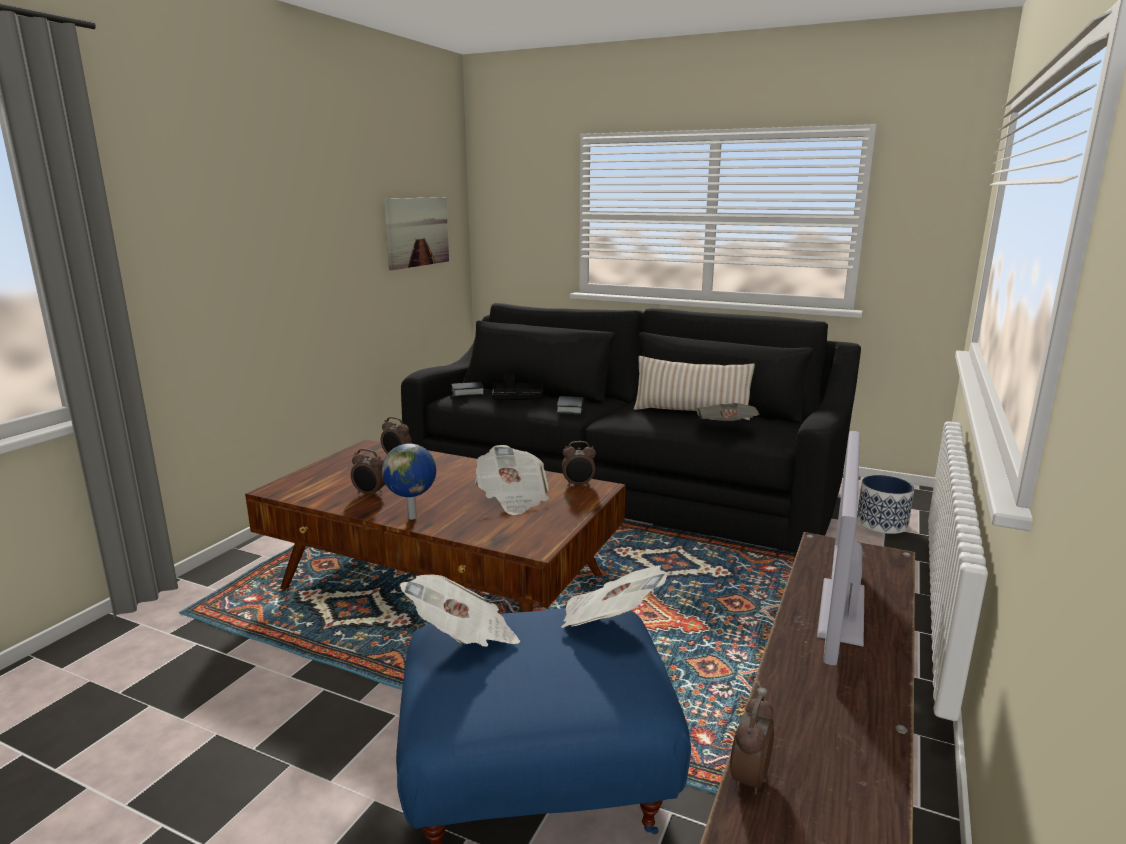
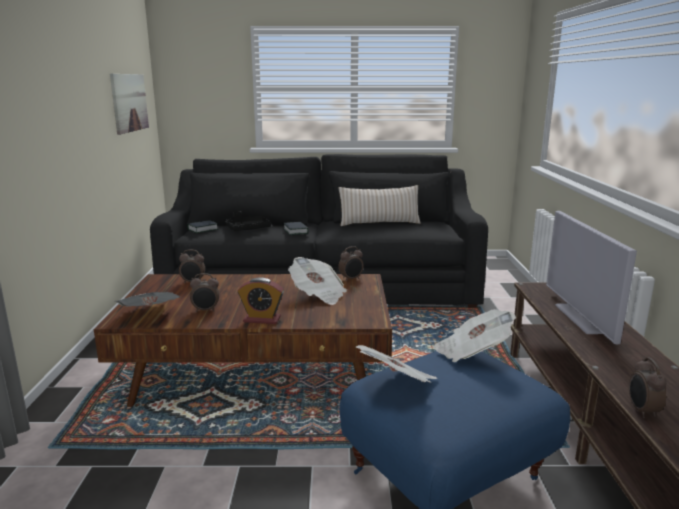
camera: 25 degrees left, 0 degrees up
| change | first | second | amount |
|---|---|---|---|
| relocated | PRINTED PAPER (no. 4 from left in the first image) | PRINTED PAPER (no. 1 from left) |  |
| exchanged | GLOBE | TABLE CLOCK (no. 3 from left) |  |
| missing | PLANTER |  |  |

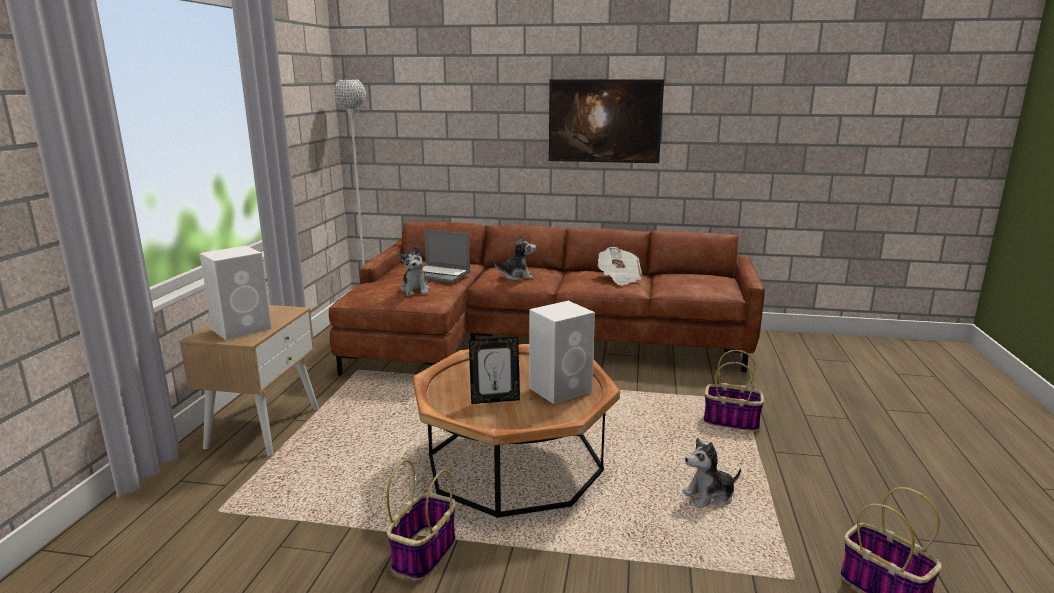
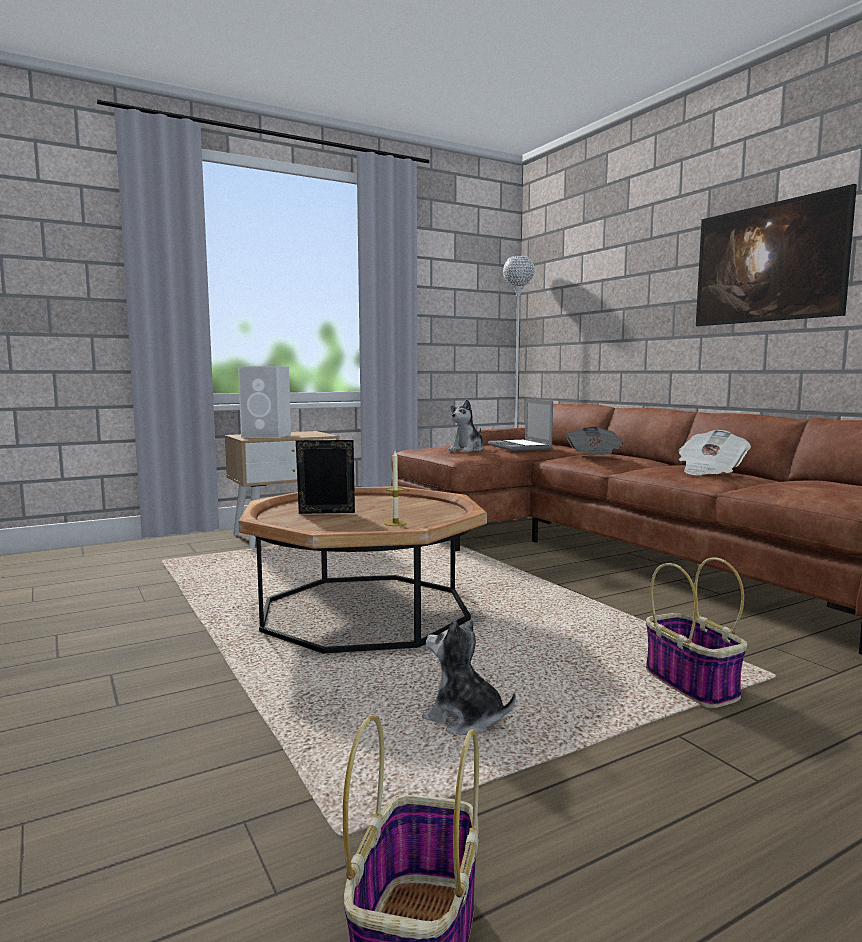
camera: 50 degrees right, 10 degrees down
| change | first | second | amount |
|---|---|---|---|
| spun | STANDING FRAME |  | 135 degrees clockwise |
| exchanged | WHITE LOUDSPEAKER (no. 2 from left) | WAX CANDLE |  |
| exchanged | CUDDLY TOY (no. 2 from left) | PRINTED PAPER (no. 1 from left) |  |
| missing | HOUSEHOLD BASKET (no. 1 from left) |  |  |

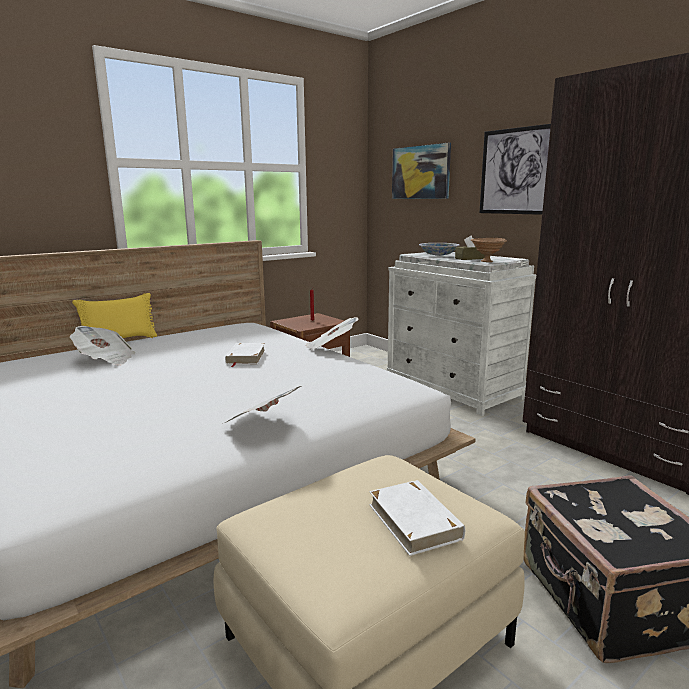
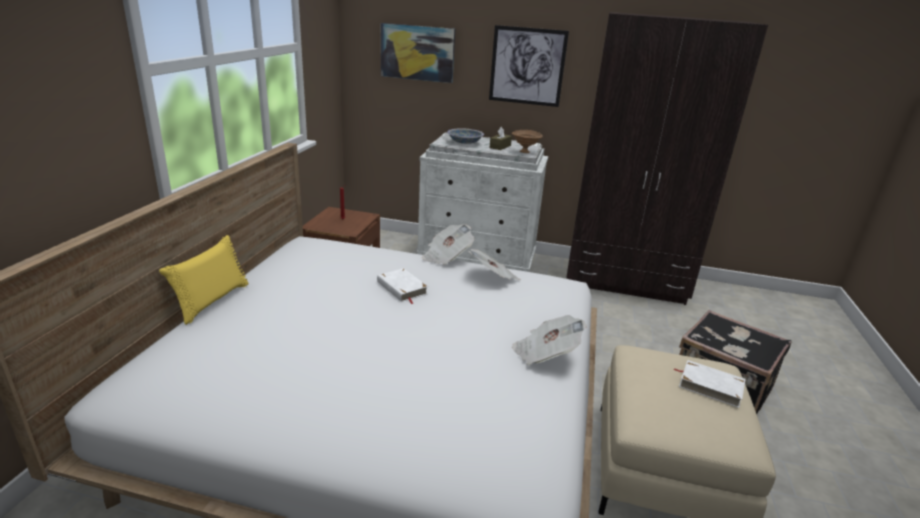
camera: 40 degrees left, 10 degrees up
| change | first | second | amount |
|---|---|---|---|
| relocated | PRINTED PAPER (no. 1 from left in the first image) | PRINTED PAPER (no. 2 from left) |  |

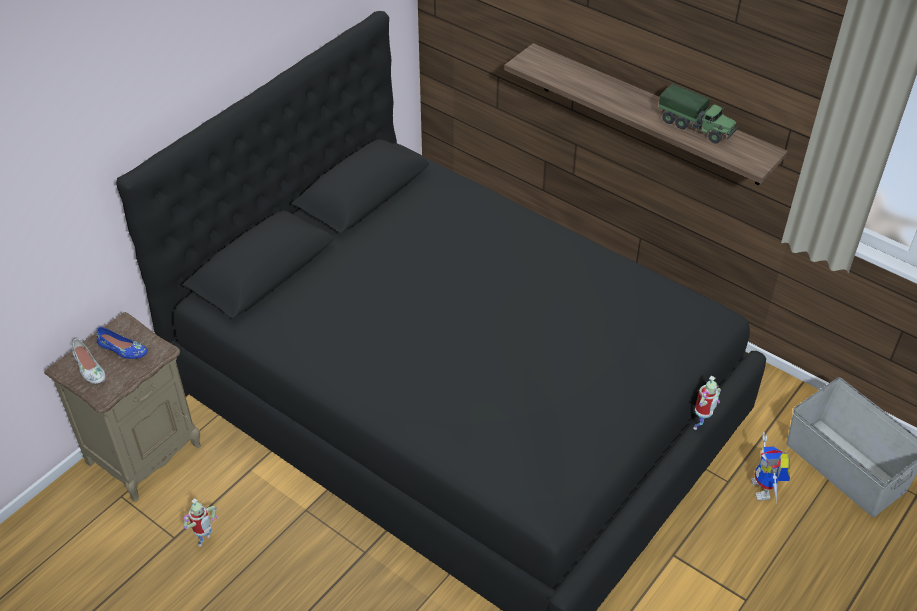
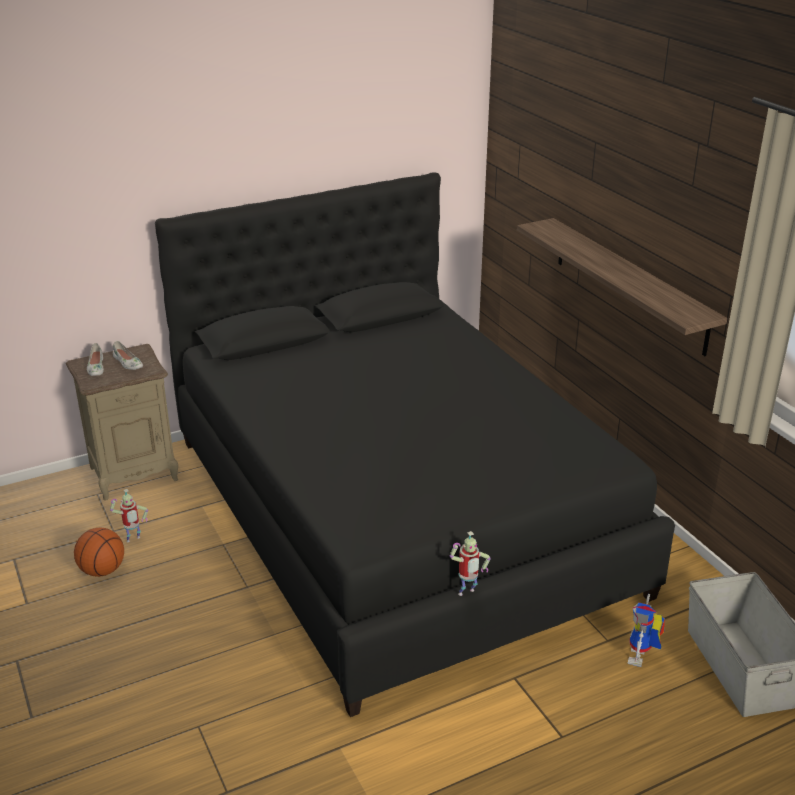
camera: 25 degrees right, 15 degrees down
| change | first | second | amount |
|---|---|---|---|
| appeared |  | BASKETBALL BALL |  |
| colour | BLUE ITEM OF FOOTWEAR | WHITE ITEM OF FOOTWEAR (no. 2 from left) |  |
| relocated | TOY ROBOT (no. 2 from left) |  |  |
| missing | MODEL TRUCK |  |  |

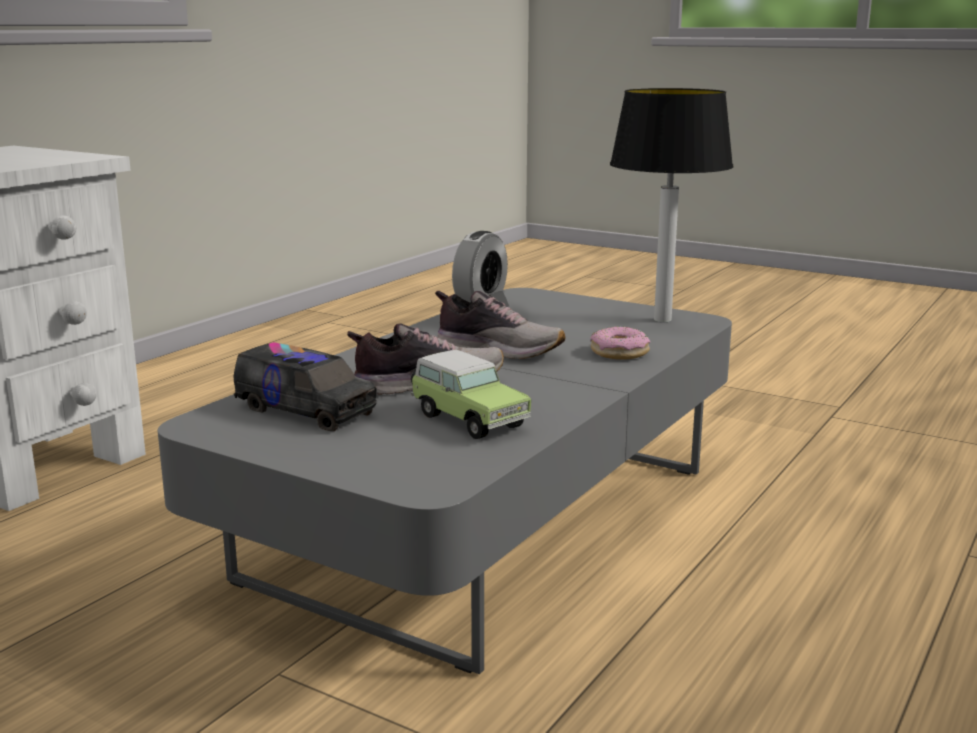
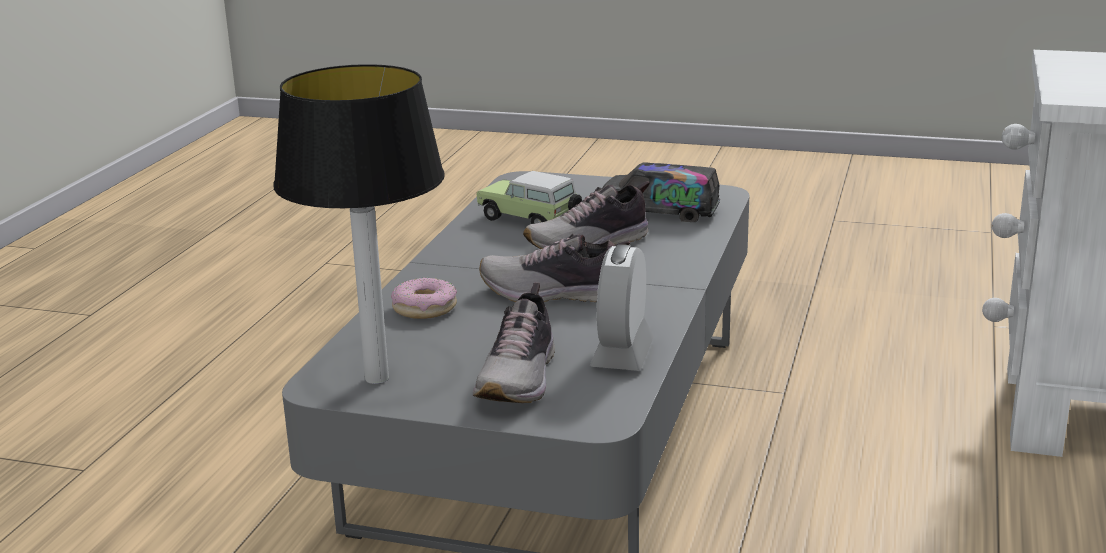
camera: 165 degrees right, 5 degrees up
| change | first | second | amount |
|---|---|---|---|
| appeared |  | ITEM OF FOOTWEAR (no. 1 from left) |  |

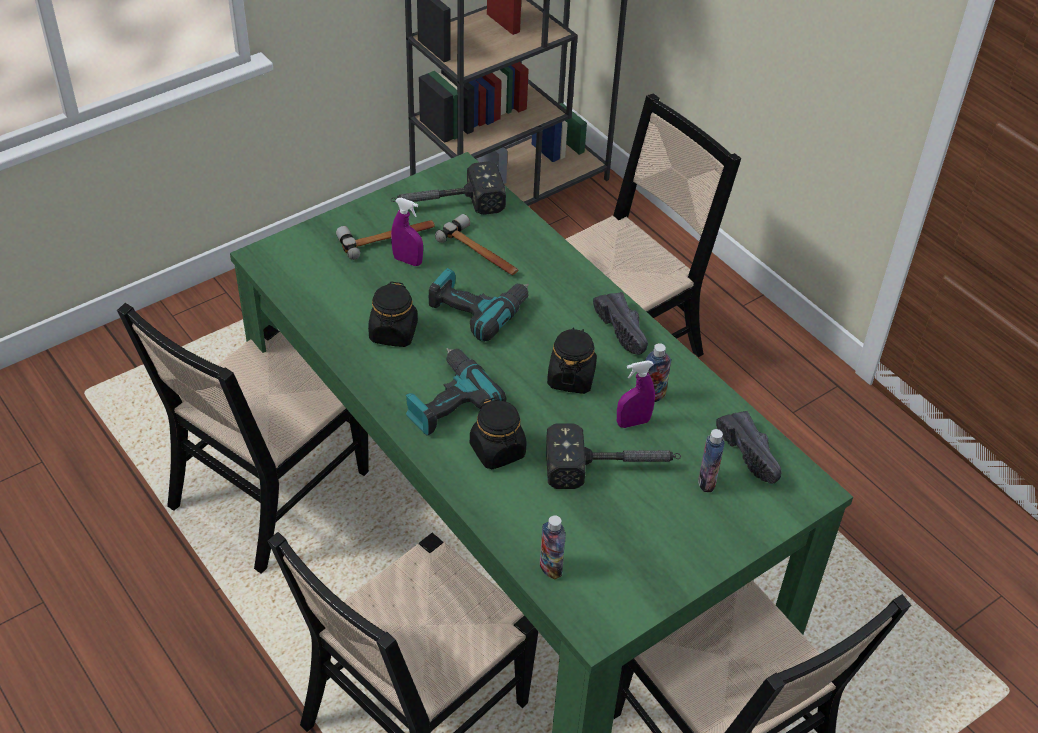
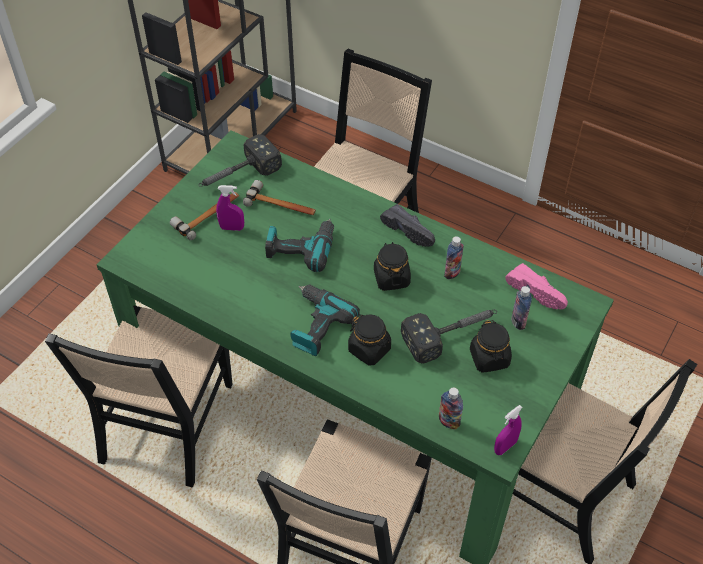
camera: 20 degrees left, 5 degrees up
| change | first | second | amount |
|---|---|---|---|
| relocated | BLACK-COLOURED JAR (no. 1 from left in the first image) | BLACK-COLOURED JAR (no. 3 from left) |  |
| relocated | PURPLISH SPRAYER (no. 2 from left) |  |  |
| colour | BLACK-COLOURED ITEM OF FOOTWEAR (no. 2 from left) | PINK-COLOURED ITEM OF FOOTWEAR |  |

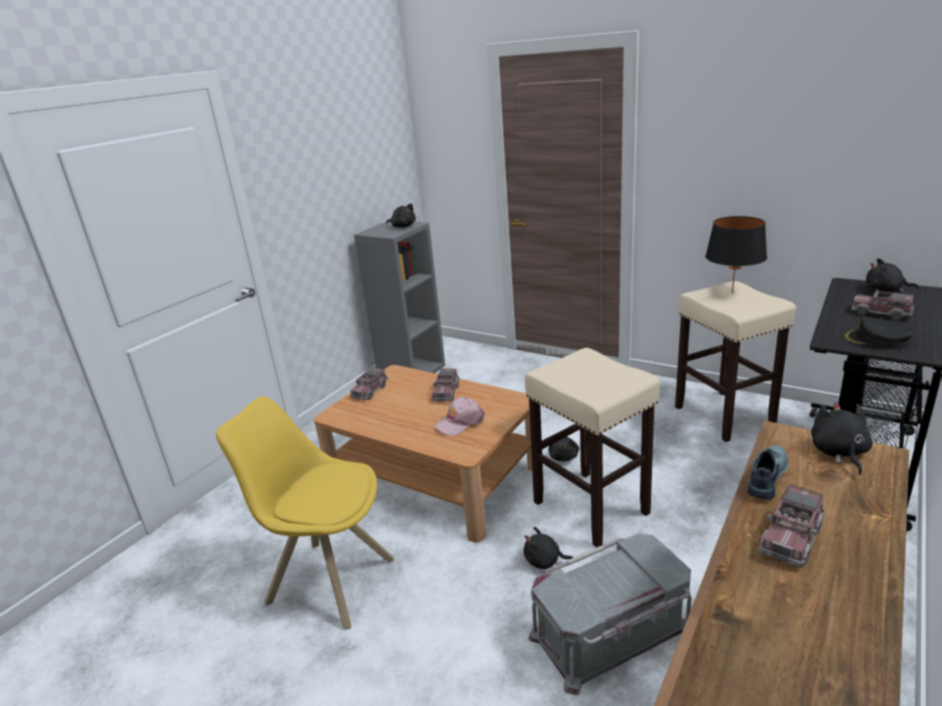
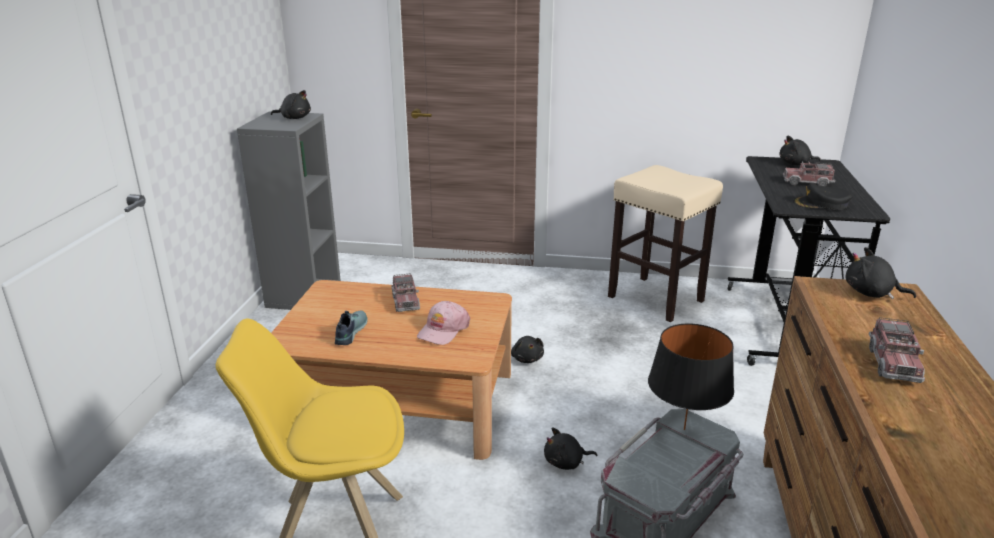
camera: 25 degrees left, 0 degrees up
| change | first | second | amount |
|---|---|---|---|
| relocated | ITEM OF FOOTWEAR |  |  |
| relocated | BLACK-COLOURED LAMP FOR A TABLE |  |  |
| spun | BLACK-COLOURED CUDDLY TOY (no. 4 from left in the first image) | BLACK-COLOURED CUDDLY TOY (no. 5 from left) | 45 degrees counterclockwise |
| missing | MODEL TRUCK (no. 1 from left) |  |  |
| missing | SAND-COLOURED STOOL SEAT (no. 1 from left) |  |  |

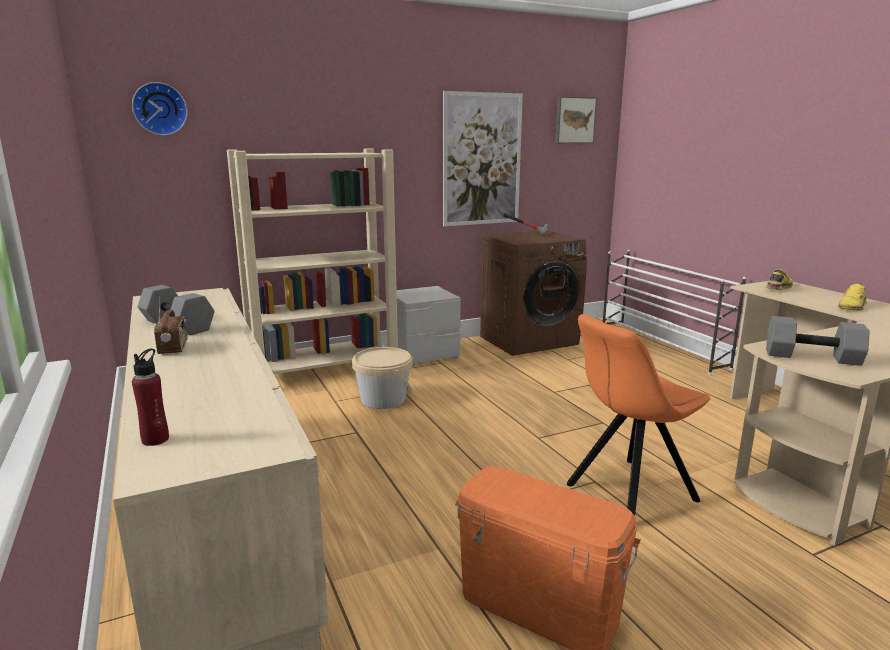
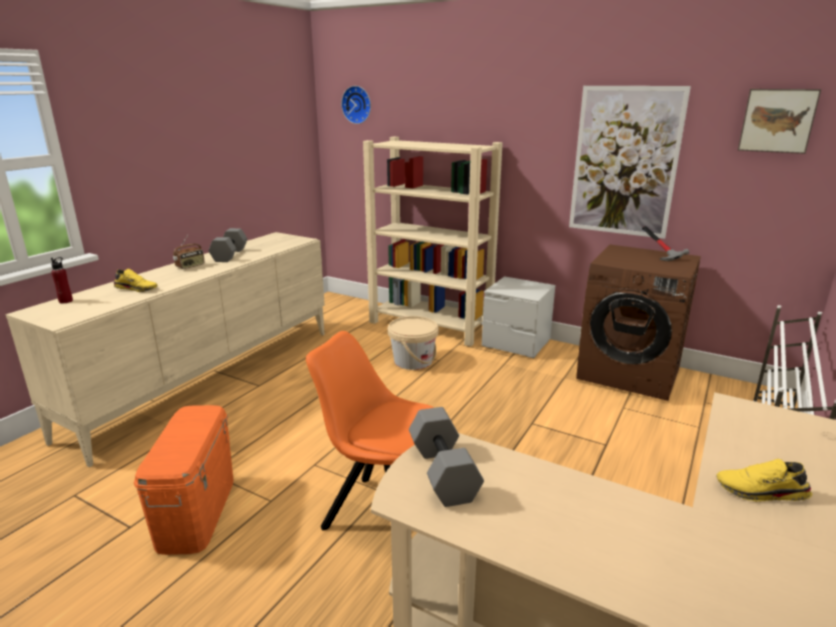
camera: 55 degrees right, 5 degrees up
| change | first | second | amount |
|---|---|---|---|
| relocated | YELLOWISH ITEM OF FOOTWEAR (no. 1 from left) |  |  |

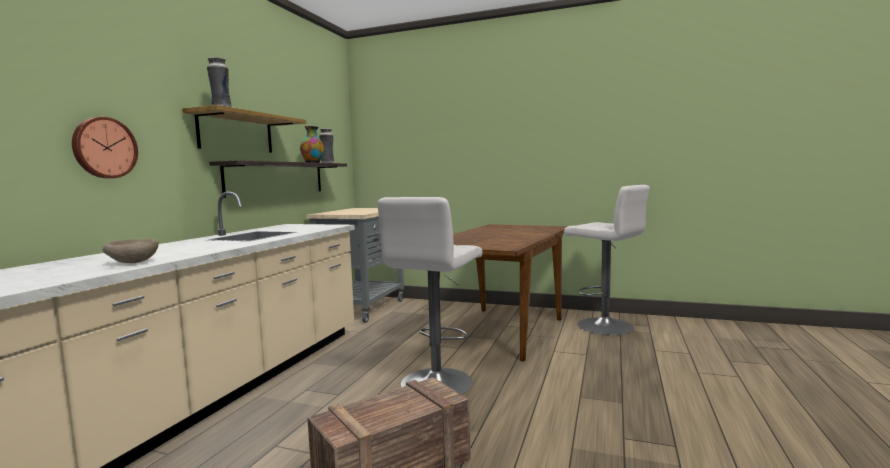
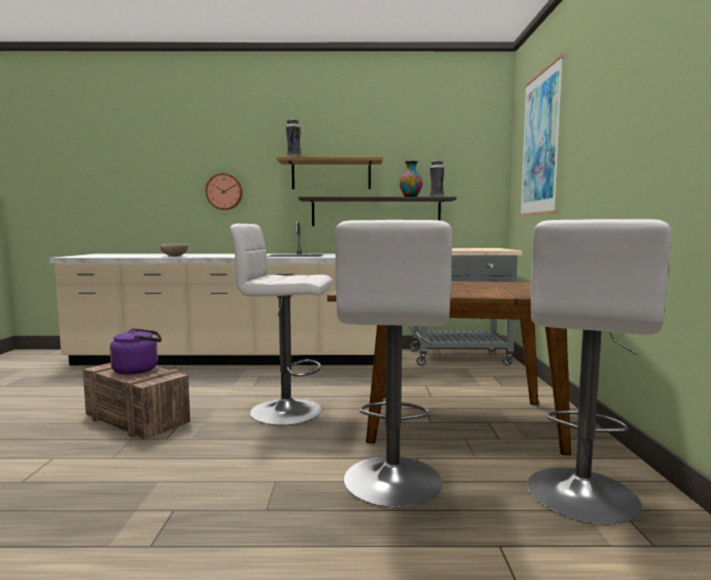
camera: 70 degrees right, 0 degrees up
| change | first | second | amount |
|---|---|---|---|
| appeared |  | PURPLISH KETTLE |  |
| appeared |  | WHITE STOOL SEAT (no. 2 from left) |  |
| appeared |  | PICTURE |  |

